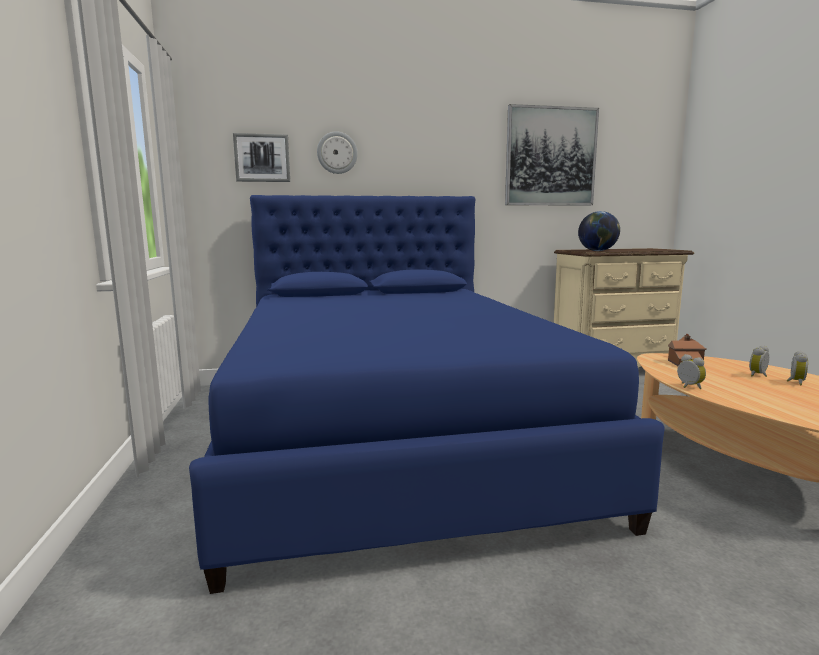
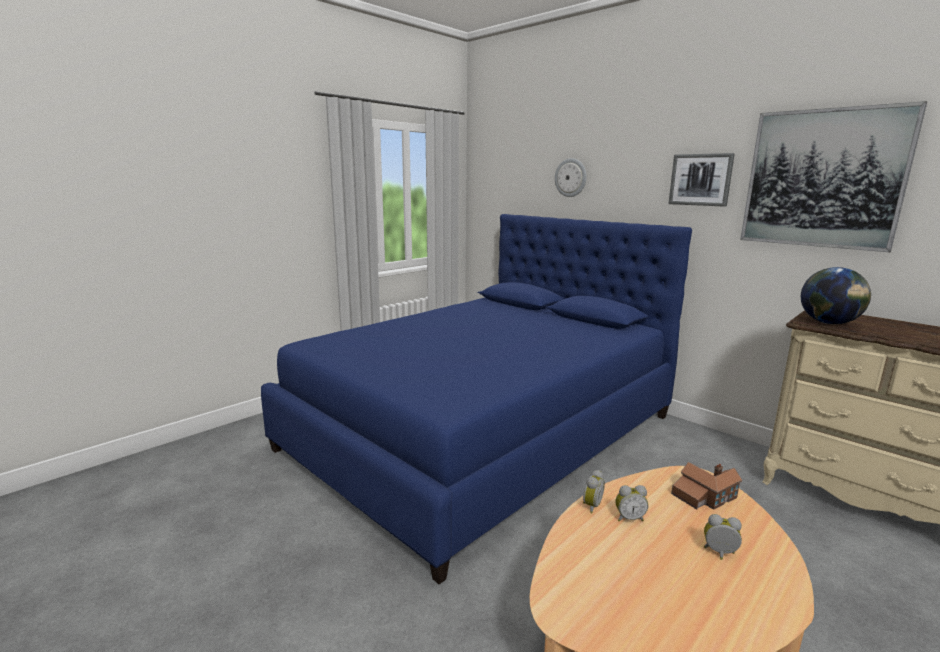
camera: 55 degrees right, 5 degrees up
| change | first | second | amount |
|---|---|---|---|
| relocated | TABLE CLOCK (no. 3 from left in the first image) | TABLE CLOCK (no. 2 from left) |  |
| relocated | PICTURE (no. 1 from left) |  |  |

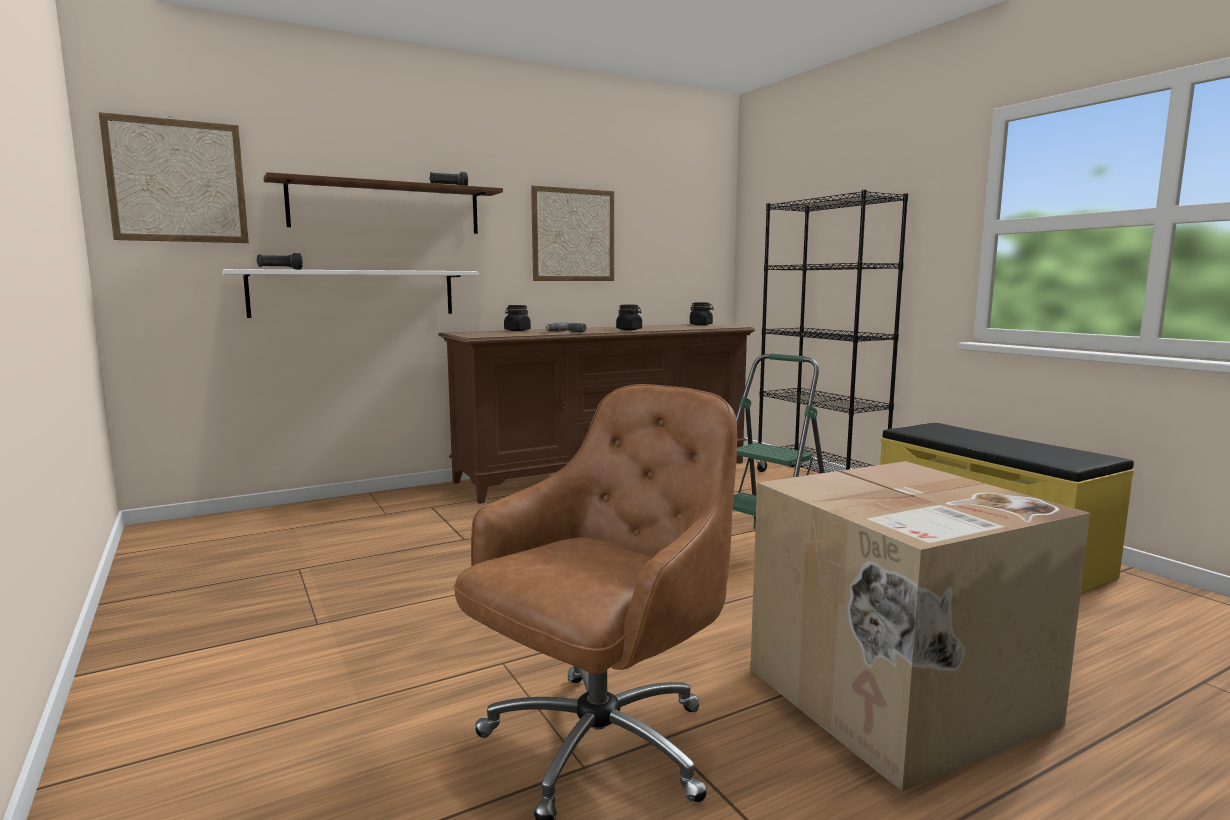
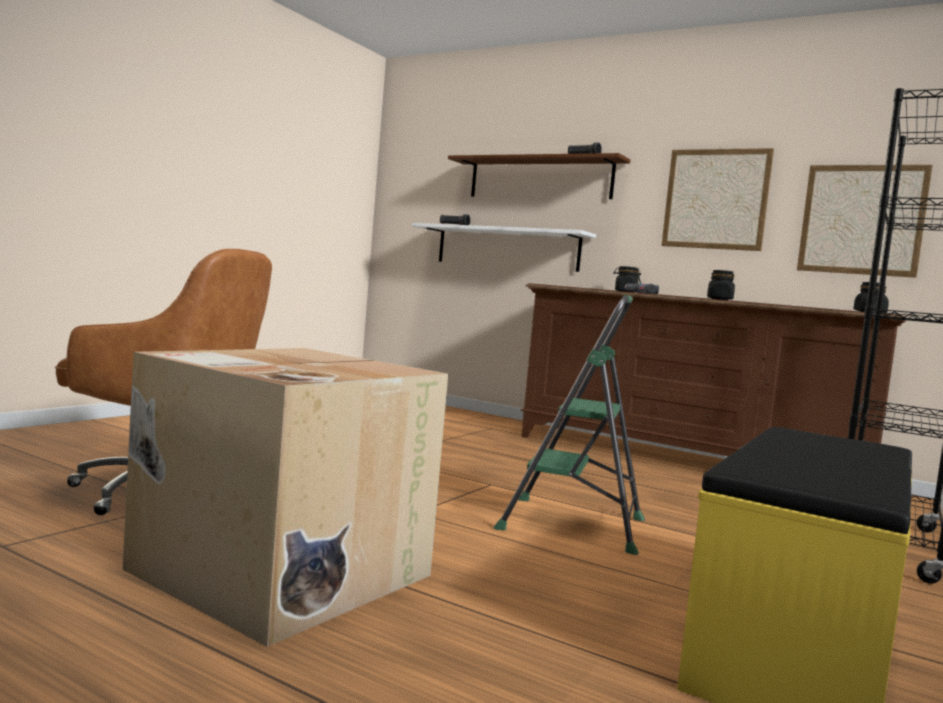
camera: 60 degrees right, 5 degrees down
| change | first | second | amount |
|---|---|---|---|
| relocated | PICTURE (no. 1 from left in the first image) | PICTURE (no. 2 from left) |  |

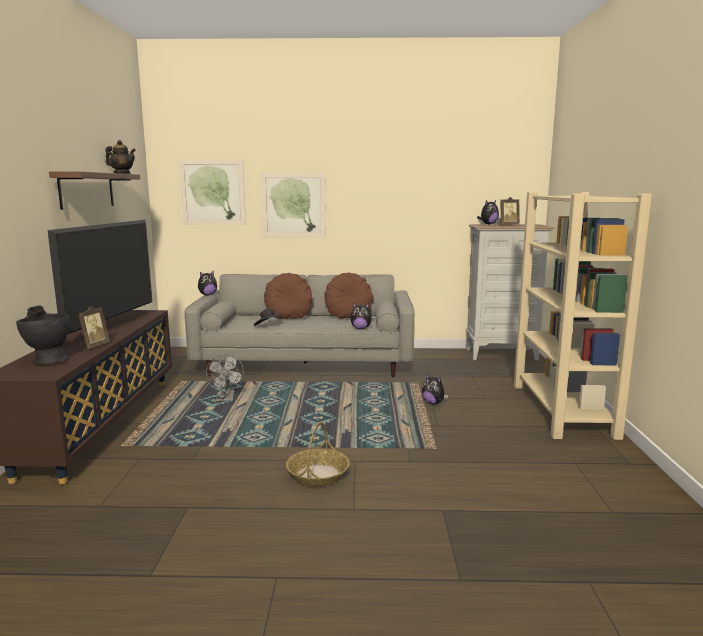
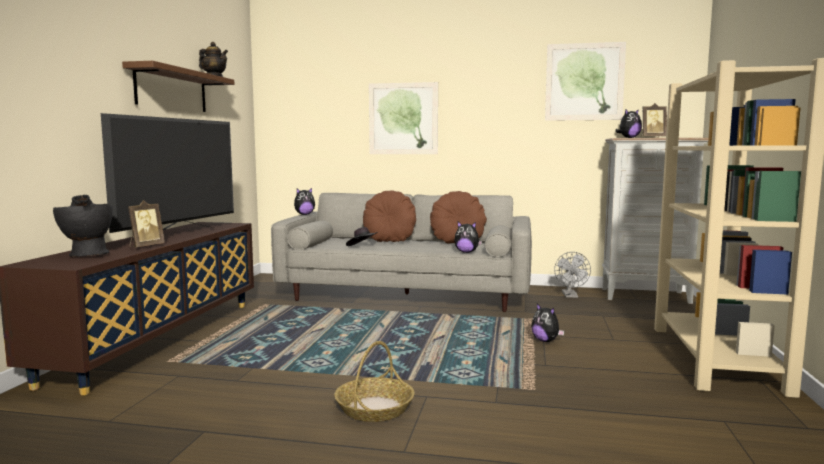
camera: 10 degrees right, 5 degrees down
| change | first | second | amount |
|---|---|---|---|
| relocated | PICTURE (no. 1 from left in the first image) | PICTURE (no. 2 from left) |  |
| relocated | GRAY FAN |  |  |

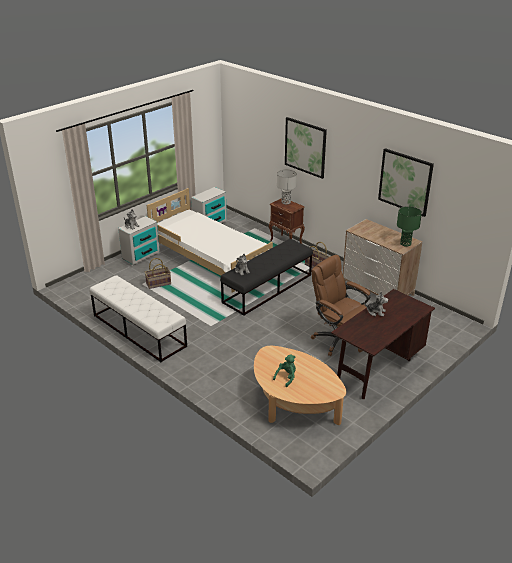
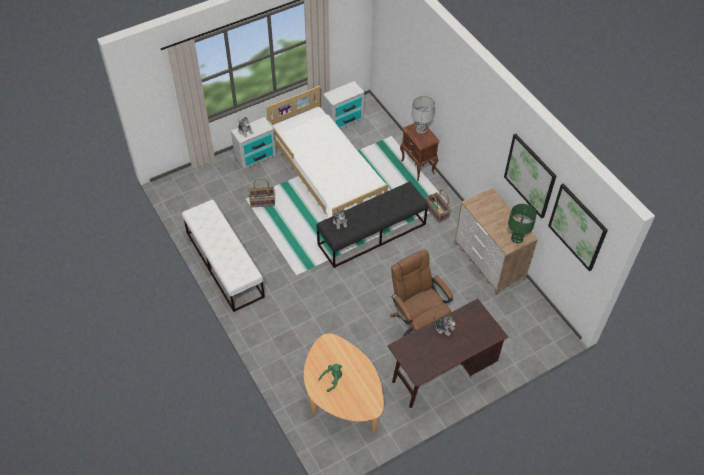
camera: 15 degrees right, 20 degrees up
| change | first | second | amount |
|---|---|---|---|
| relocated | PICTURE (no. 1 from left in the first image) | PICTURE (no. 2 from left) |  |

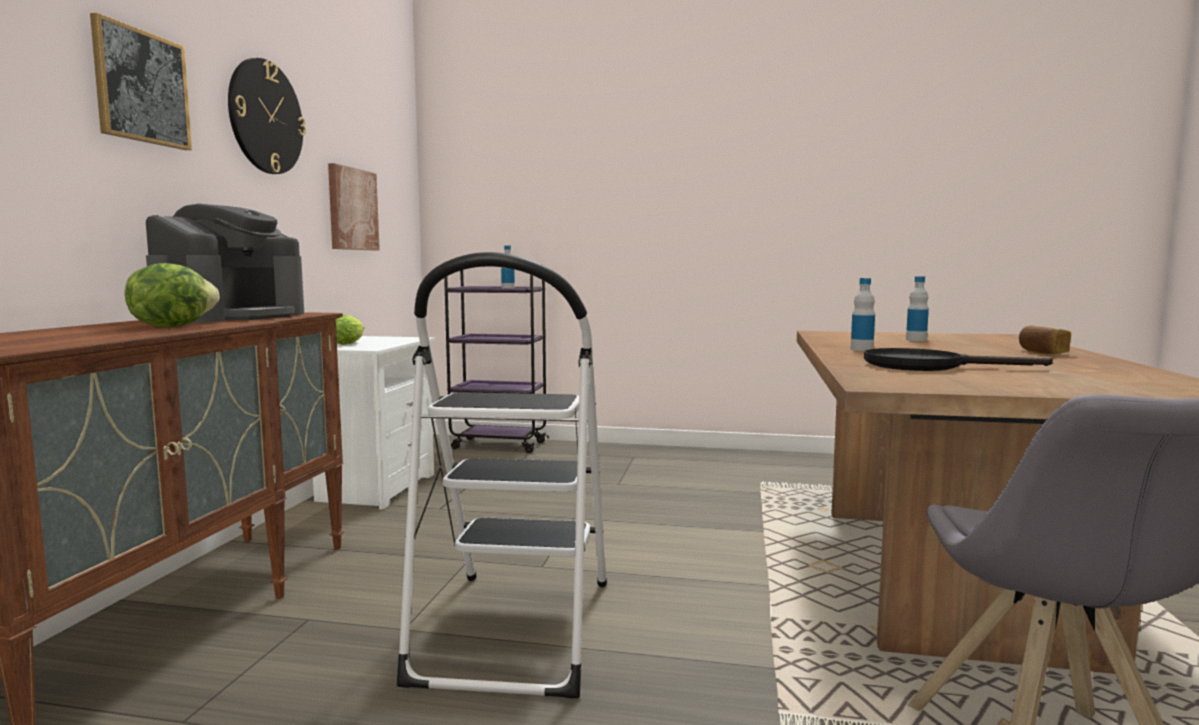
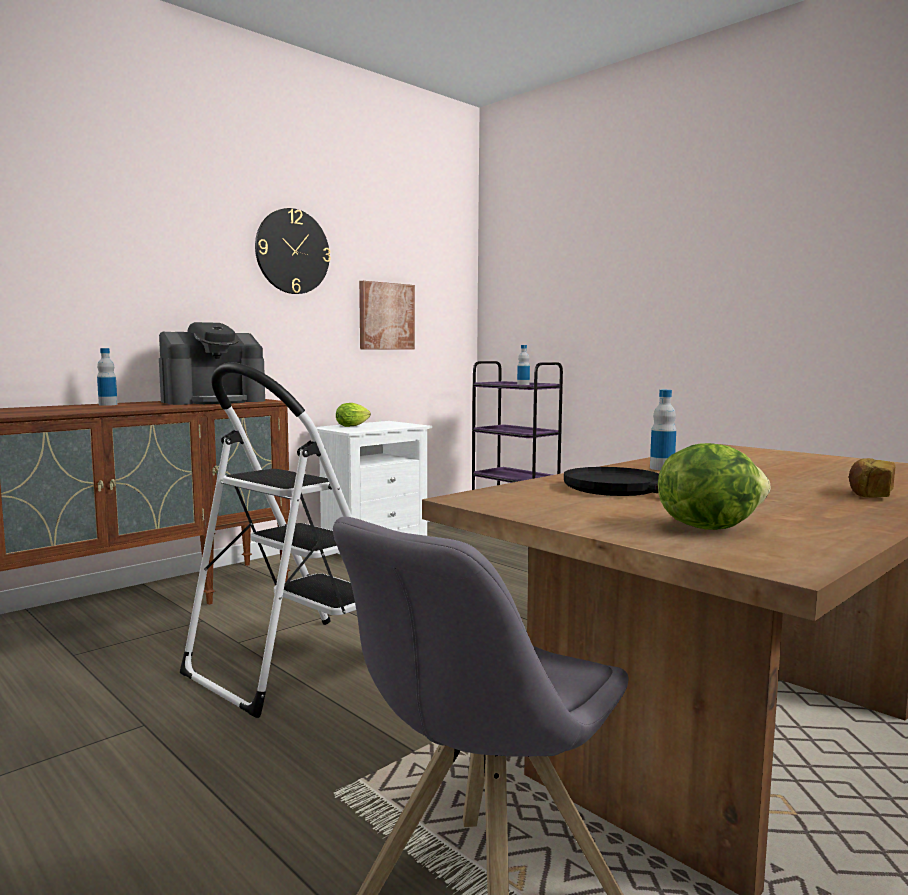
camera: 35 degrees right, 0 degrees up
| change | first | second | amount |
|---|---|---|---|
| relocated | BOTTLE (no. 3 from left in the first image) | BOTTLE (no. 1 from left) |  |
| relocated | LETTUCE (no. 1 from left in the first image) | LETTUCE (no. 2 from left) |  |
| missing | PICTURE (no. 1 from left) |  |  |

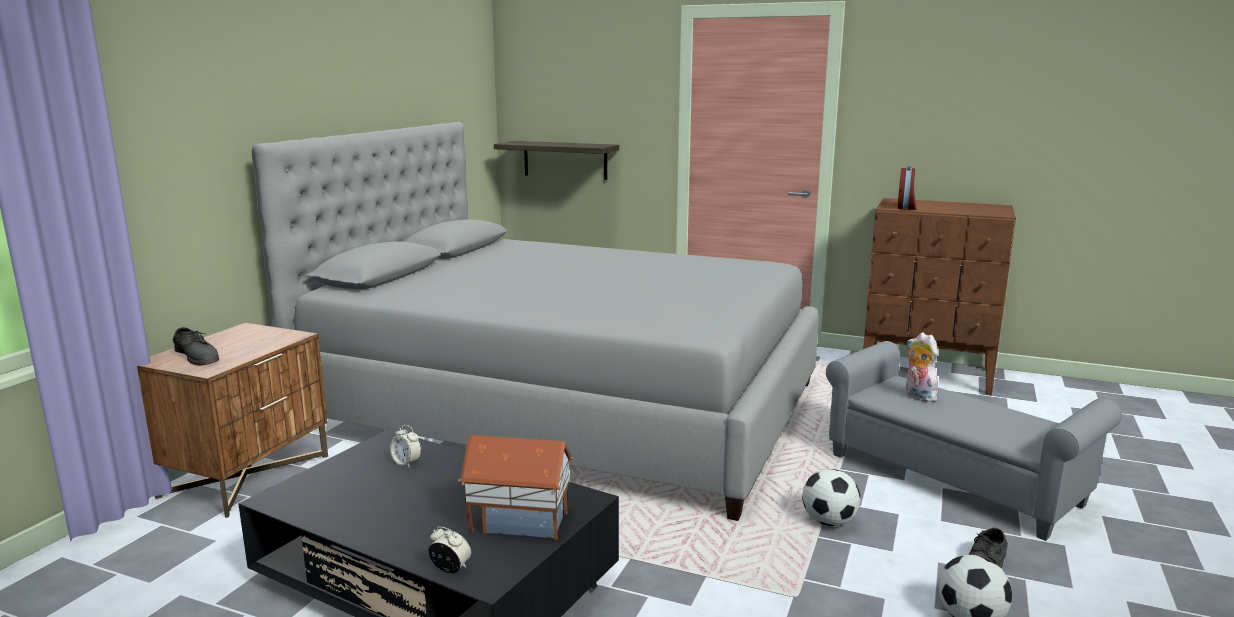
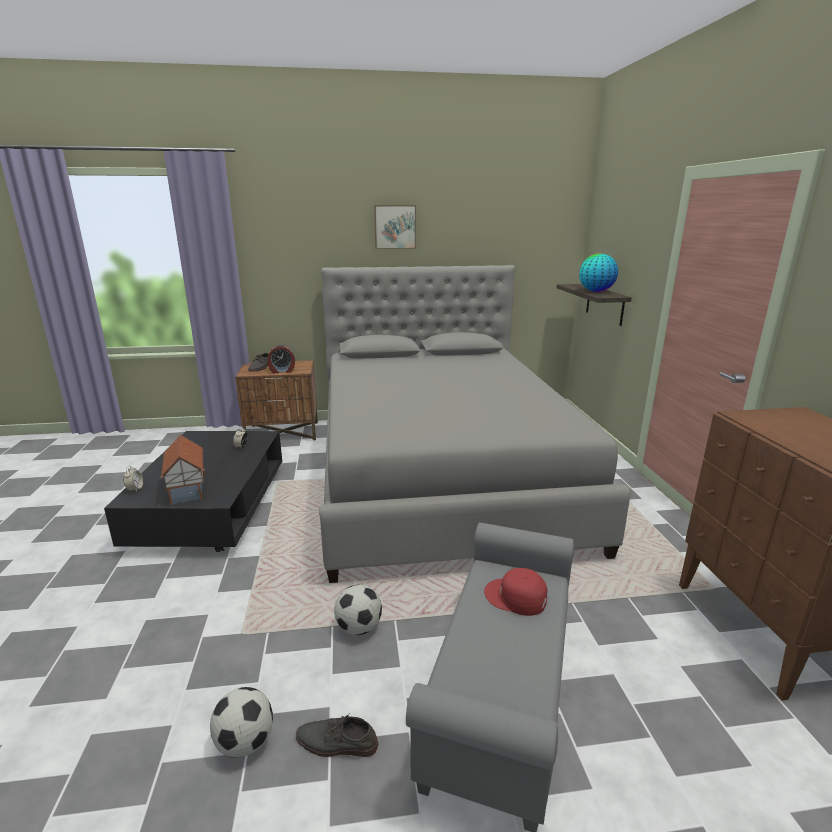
camera: 60 degrees right, 5 degrees up
| change | first | second | amount |
|---|---|---|---|
| relocated | TABLE CLOCK (no. 3 from left) |  |  |
| appeared |  | PICTURE |  |
| exchanged | CUDDLY TOY | REDDISH CAP |  |
| appeared |  | GLOBE |  |

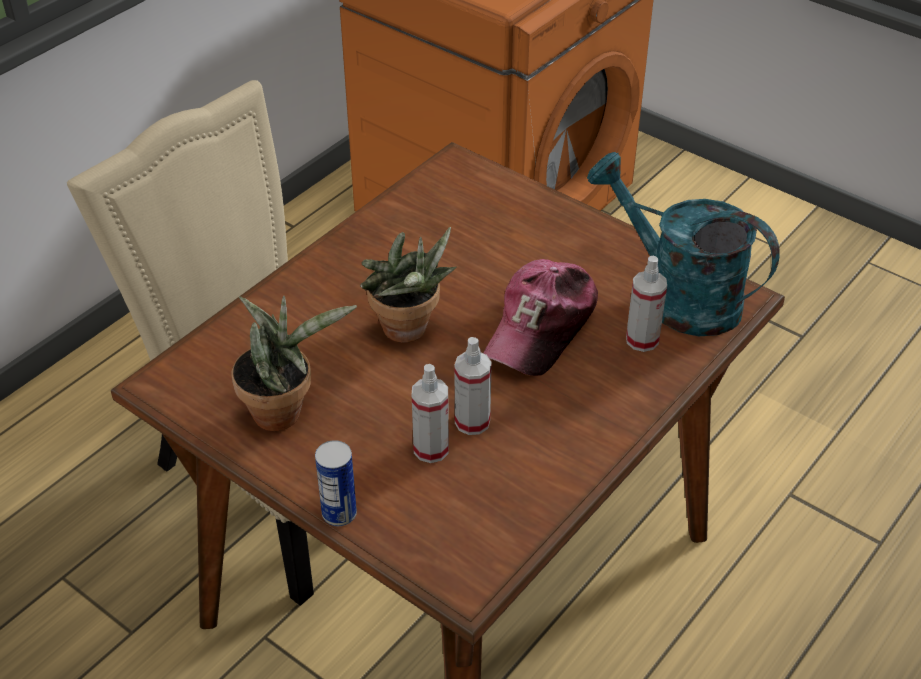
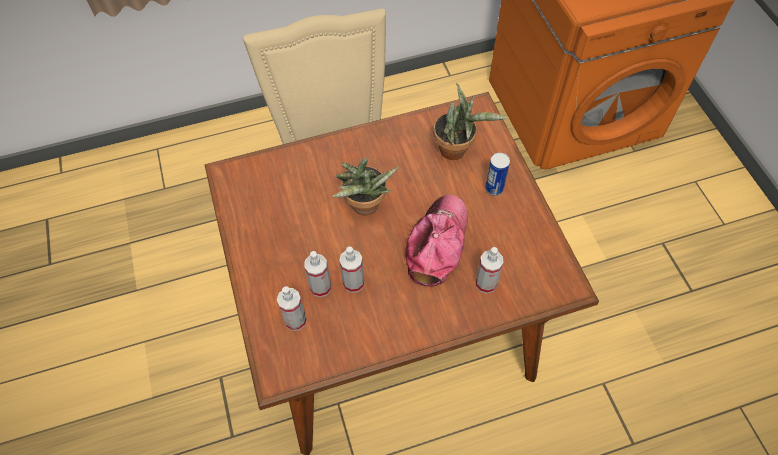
camera: 35 degrees right, 15 degrees up
| change | first | second | amount |
|---|---|---|---|
| appeared |  | SPRAYER (no. 1 from left) |  |
| spun | CAP |  | 135 degrees clockwise |
| relocated | HOUSEPLANT (no. 1 from left in the first image) | HOUSEPLANT (no. 2 from left) |  |
| relocated | SEALED CAN |  |  |
| missing | TURQUOISE-COLOURED SPRINKLING CAN |  |  |

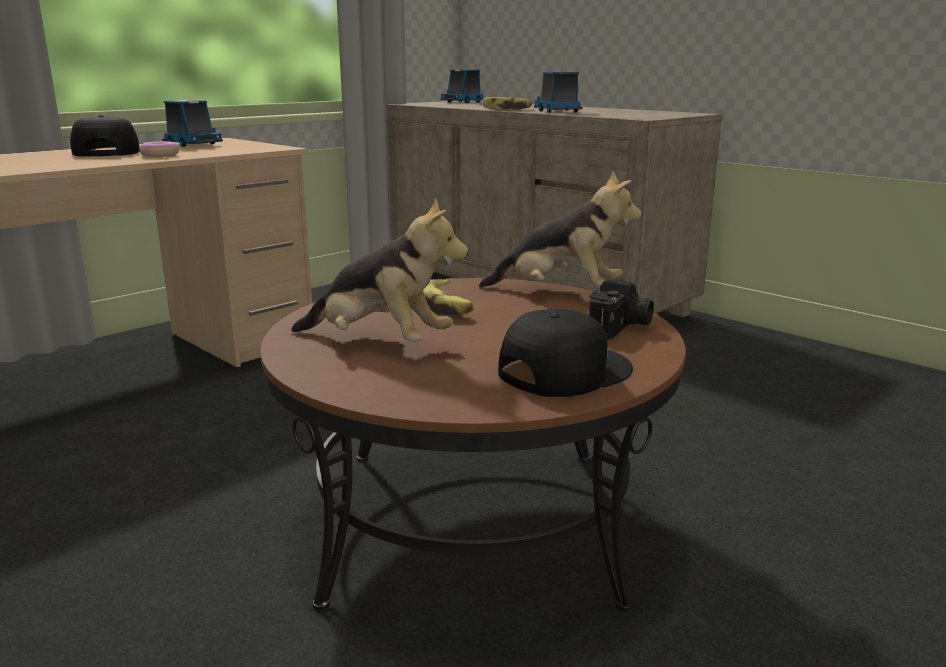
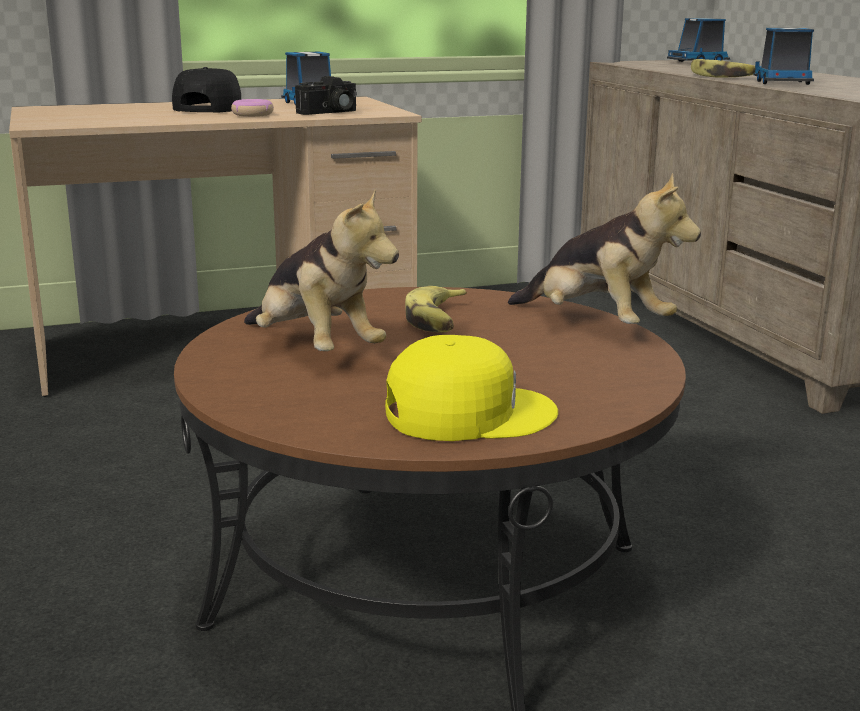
camera: 25 degrees right, 0 degrees up
| change | first | second | amount |
|---|---|---|---|
| relocated | PHOTO CAMERA |  |  |
| colour | BLACK-COLOURED CAP (no. 2 from left) | YELLOWISH CAP |  |

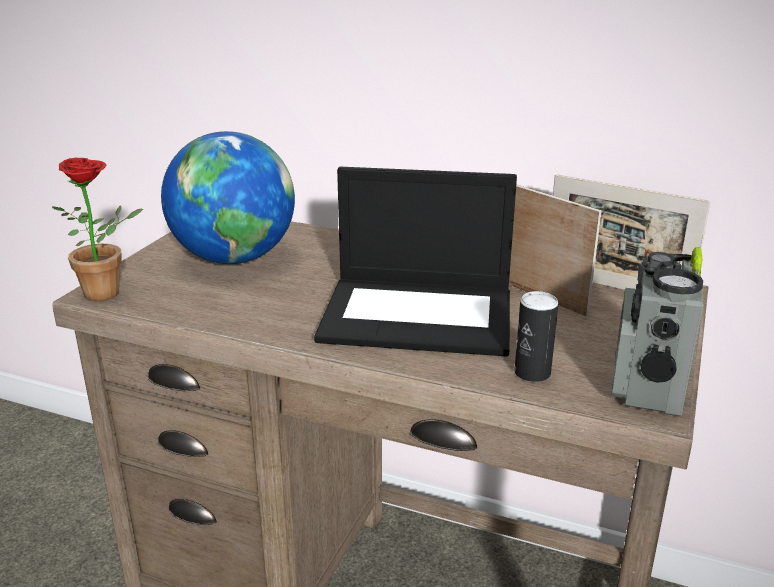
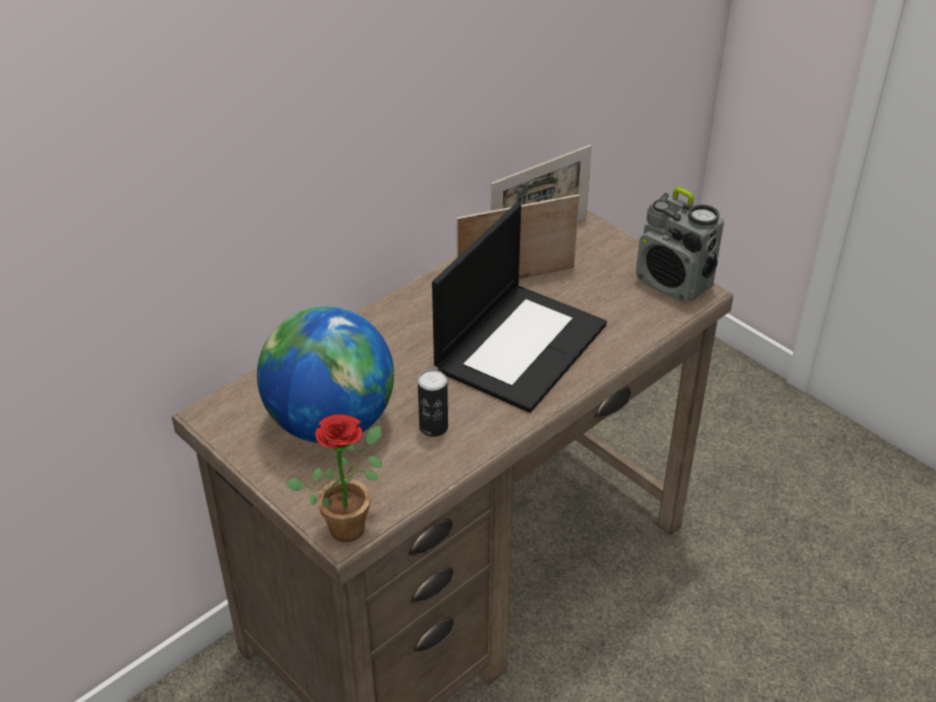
camera: 65 degrees left, 15 degrees up
| change | first | second | amount |
|---|---|---|---|
| relocated | SEALED CAN |  |  |

